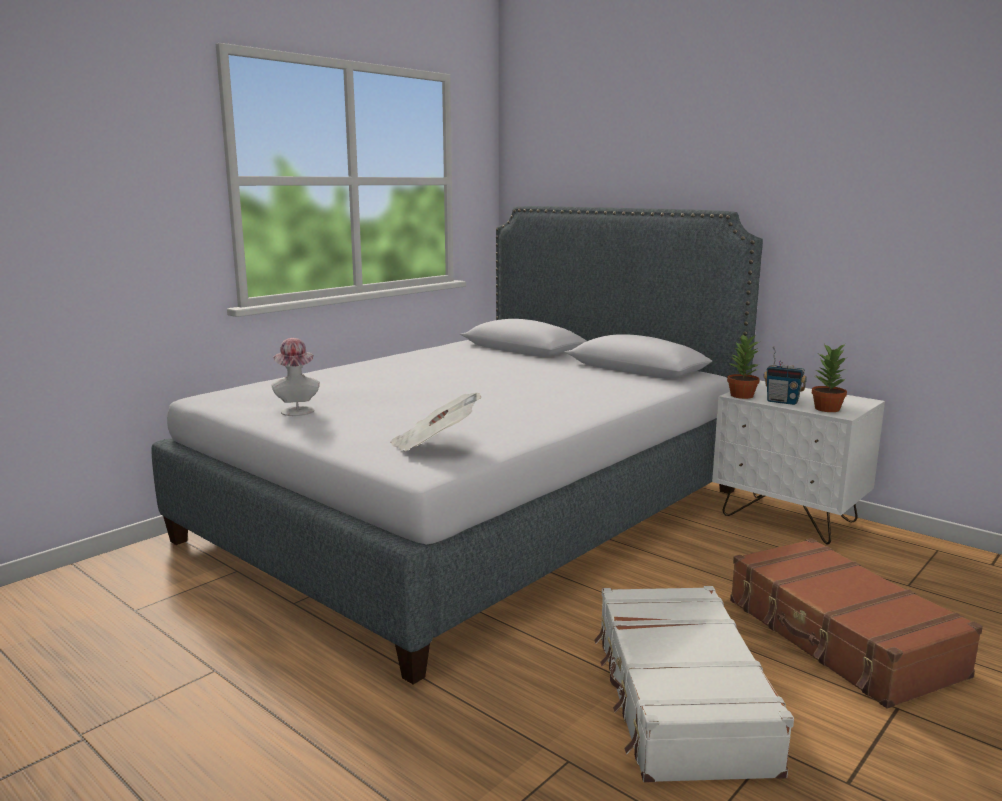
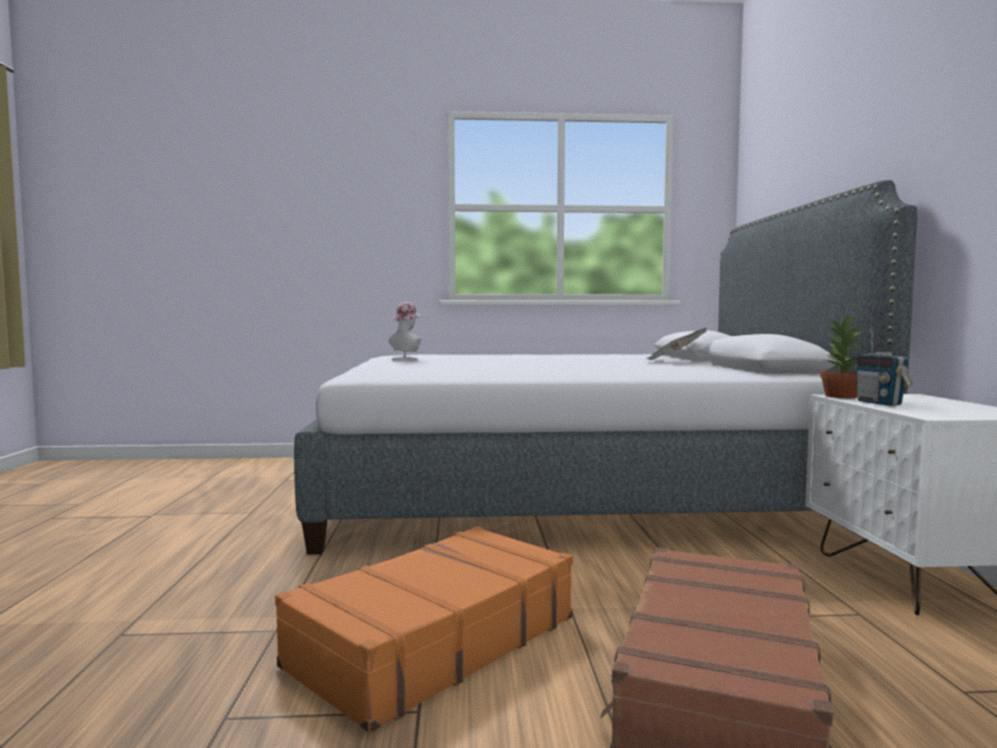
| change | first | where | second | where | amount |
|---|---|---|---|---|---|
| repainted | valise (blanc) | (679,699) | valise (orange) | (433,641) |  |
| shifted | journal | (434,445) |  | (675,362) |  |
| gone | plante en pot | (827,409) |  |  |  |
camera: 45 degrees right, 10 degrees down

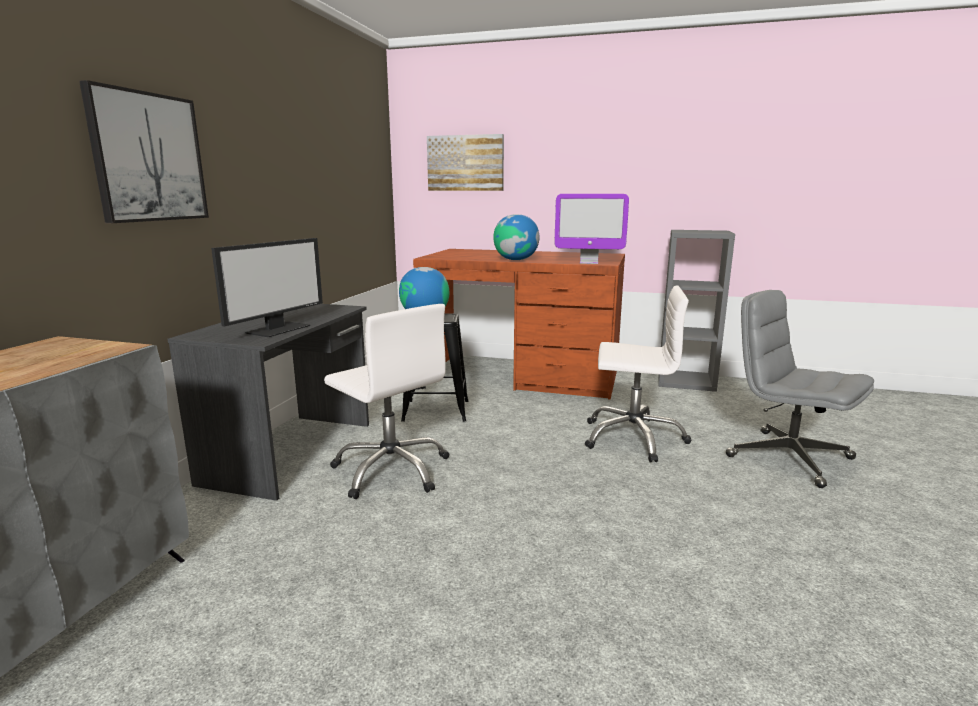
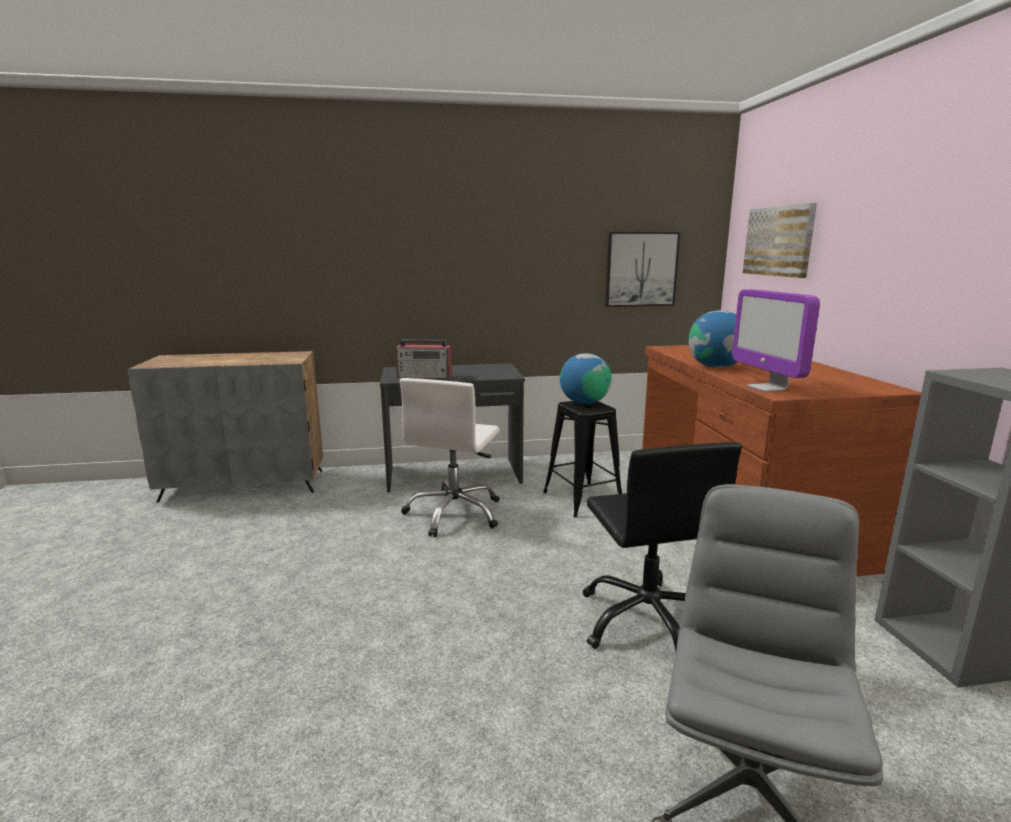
| change | first | where | second | where | amount |
|---|---|---|---|---|---|
| swapped | écran d'ordinateur | (278,329) | radio | (425,377) |  |
| repainted | chaise de bureau (blanc) | (633,438) | chaise de bureau (noir) | (648,622) |  |
| shifted | tableau | (148,157) |  | (641,269) |  |
camera: 65 degrees right, 0 degrees up

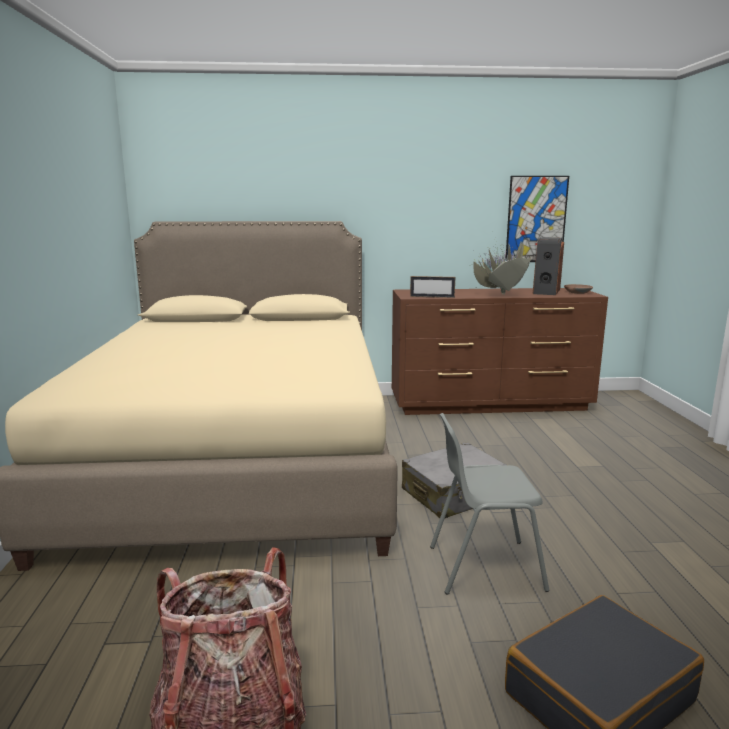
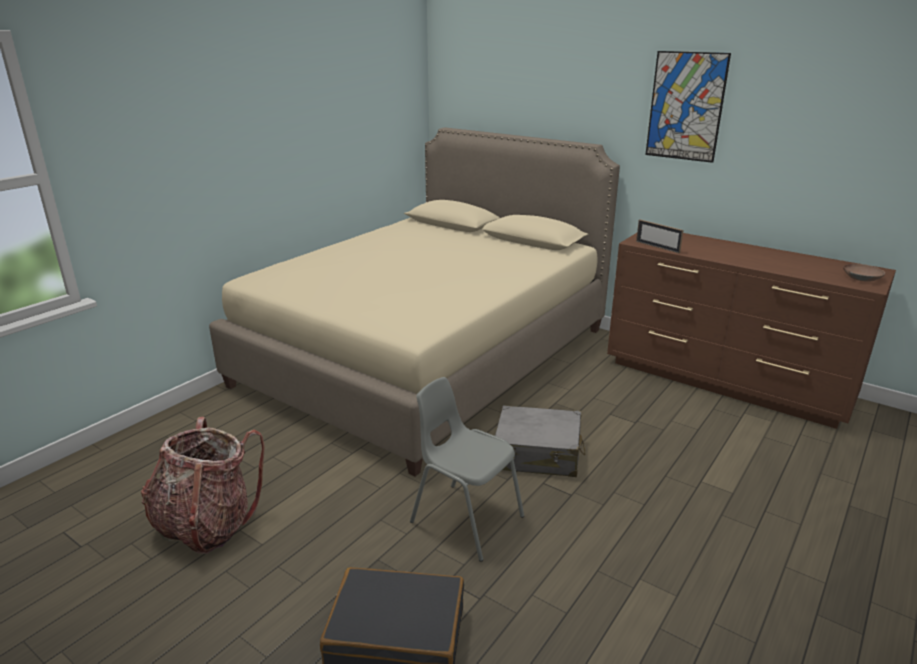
| change | first | where | second | where | amount |
|---|---|---|---|---|---|
| shifted | tableau | (536,219) |  | (686,106) |  |
| gone | plante en pot | (500,295) |  |  |  |
| gone | enceinte | (545,291) |  |  |  |
camera: 40 degrees right, 10 degrees up

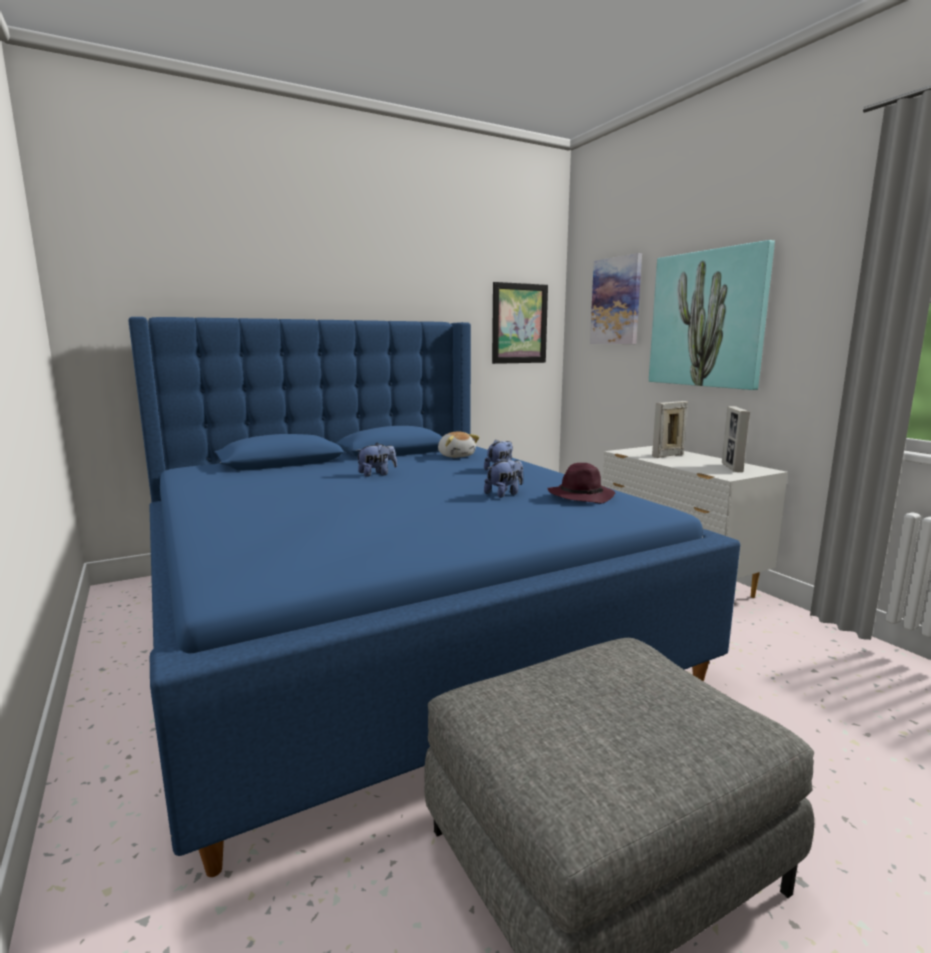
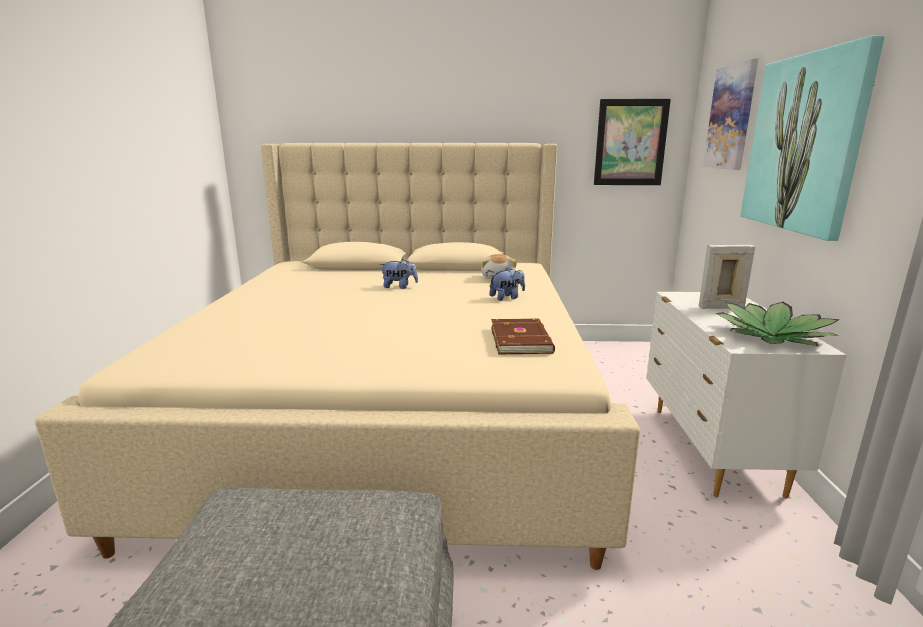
| change | first | where | second | where | amount |
|---|---|---|---|---|---|
| repainted | lit (bleu) | (391,620) | lit (beige) | (395,414) |  |
| swapped | chapeau (violet) | (581,496) | livre (marron) | (522,340) |  |
| swapped | cadre photo | (732,468) | plante en pot | (772,336) |  |
| gone | peluche | (504,494) |  |  |  |
camera: 30 degrees right, 5 degrees up

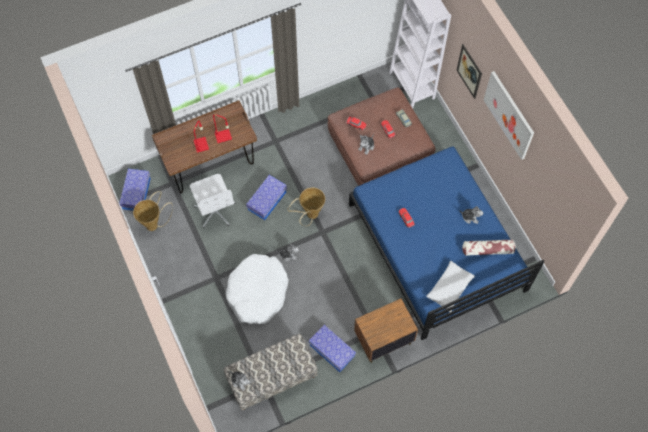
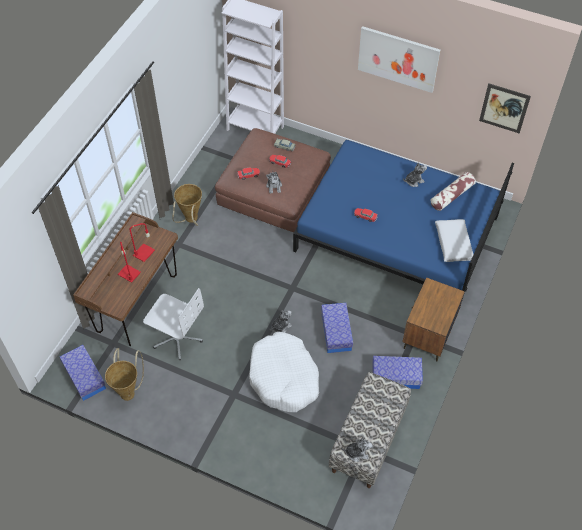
| change | first | where | second | where | amount |
|---|---|---|---|---|---|
| shifted | panier | (310,216) |  | (190,220) |  |
| shifted | boîte de rangement | (267,201) |  | (336,332) |  |
| shifted | tableau | (469,71) |  | (504,108) |  |
camera: 40 degrees left, 10 degrees down

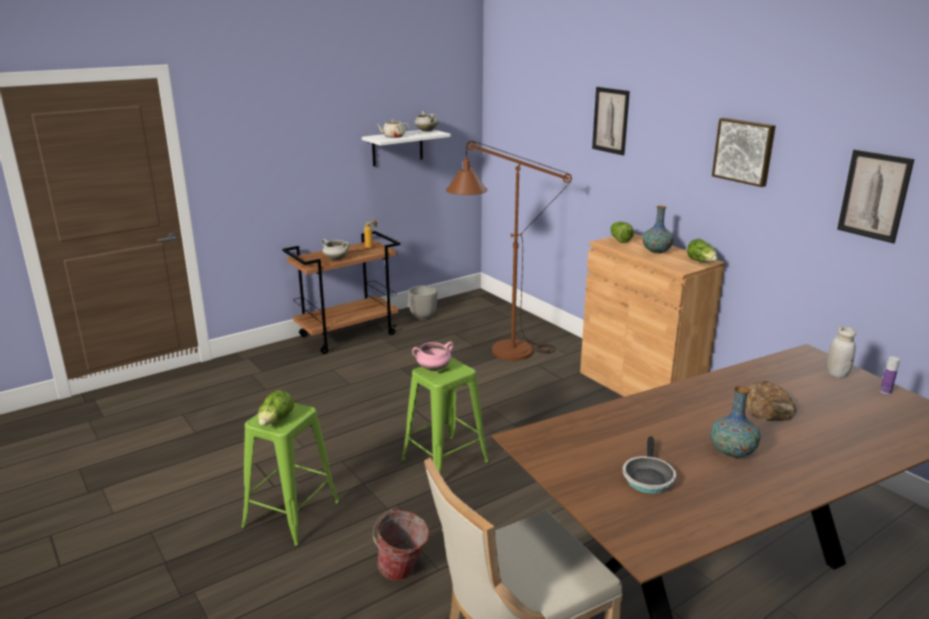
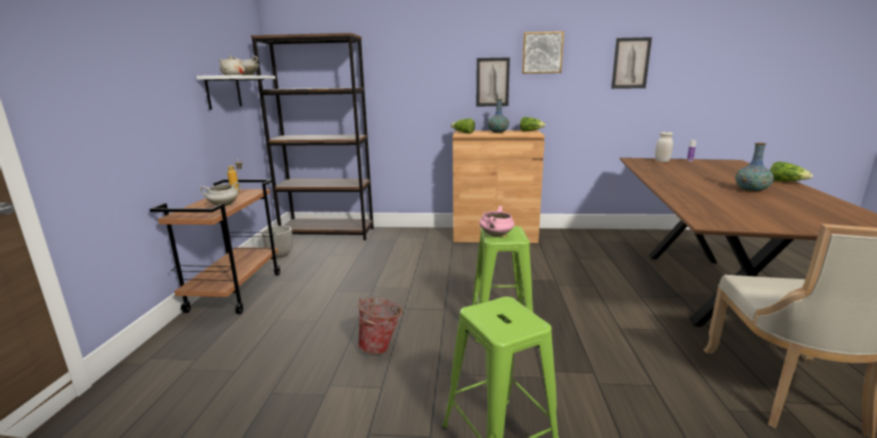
| change | first | where | second | where | amount |
|---|---|---|---|---|---|
| new |  |  | bibliothèque (marron) | (328,233) |  |
| shifted | seau | (402,574) |  | (381,348) |  |
| shifted | tableau | (610,120) |  | (492,82) |  |
| shifted | laitue | (276,420) |  | (786,182) |  |
| gone | lampadaire (marron) | (500,352) |  |  |  |
| gone | poêle | (647,477) |  |  |  |
| gone | pain | (768,408) |  |  |  |
camera: 50 degrees left, 5 degrees down

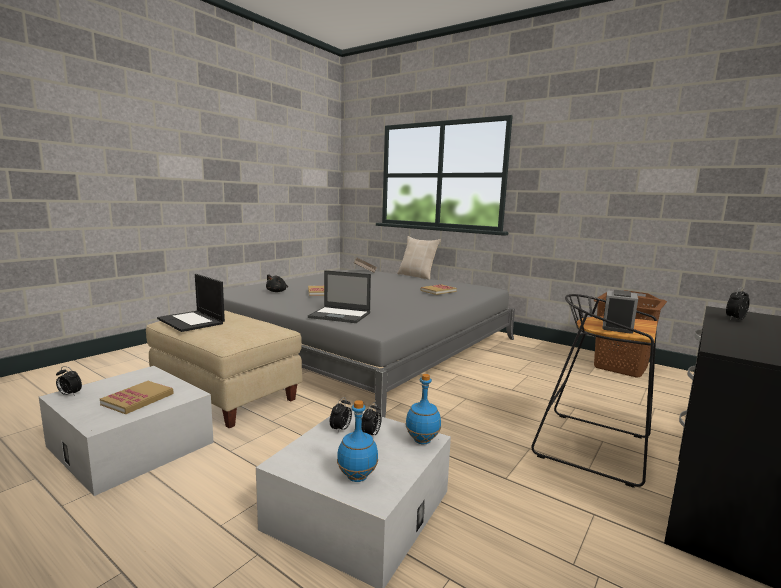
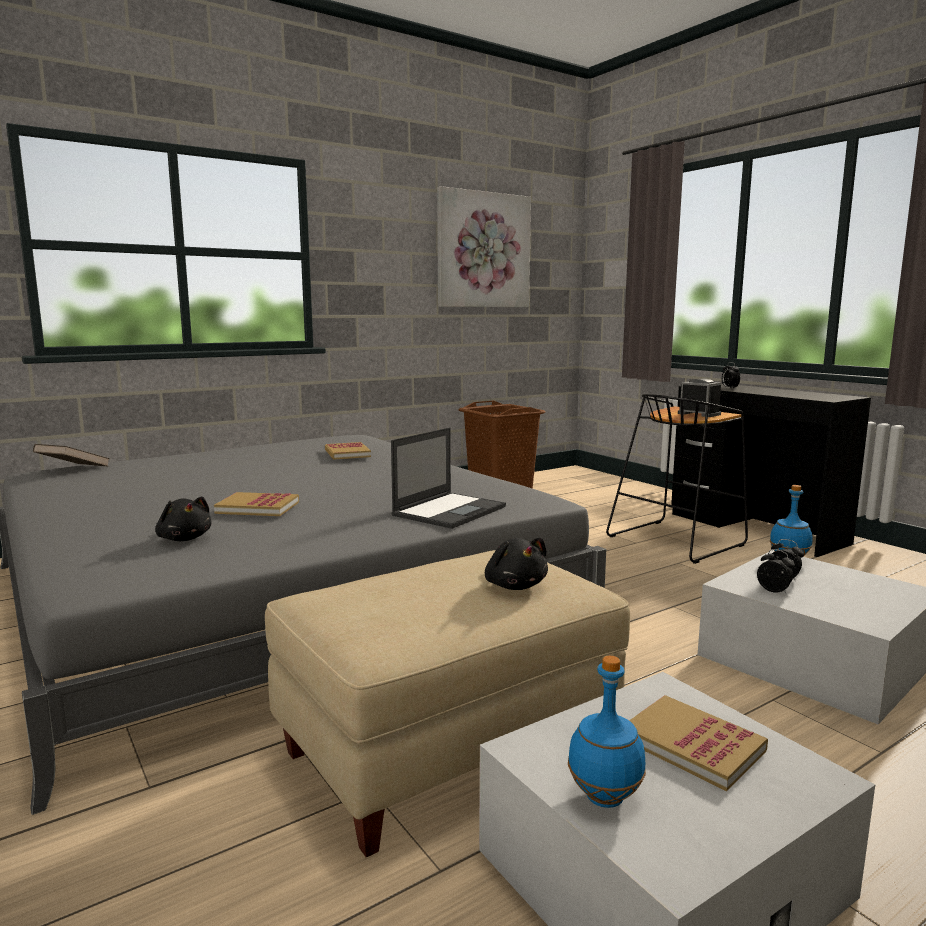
| change | first | where | second | where | amount |
|---|---|---|---|---|---|
| new |  |  | tableau | (483,250) |  |
| new |  |  | peluche (noir) | (514,585) |  |
| shifted | bouteille (bleu) | (356,477) |  | (605,798) |  |
| gone | réveil | (69,394) |  |  |  |
| gone | ordinateur portable | (192,321) |  |  |  |
| gone | coussin (beige) | (417,276) |  |  |  |
camera: 70 degrees left, 0 degrees up

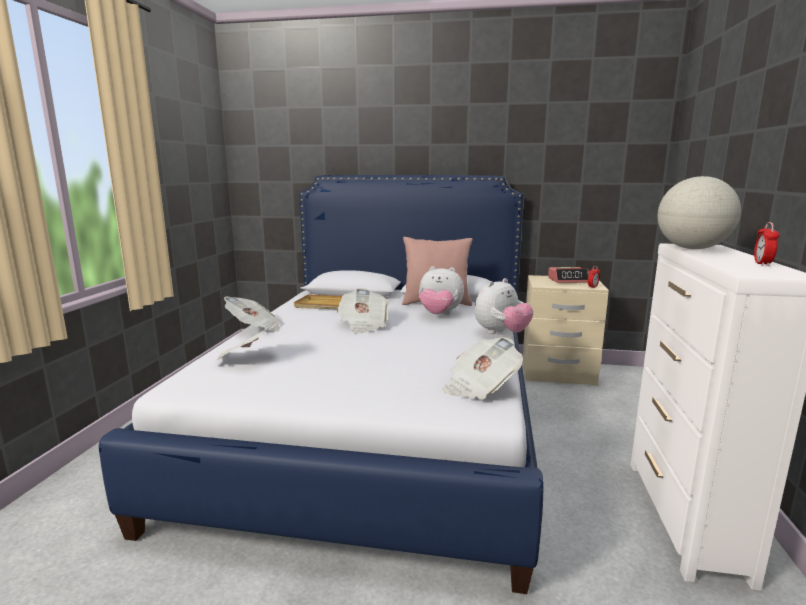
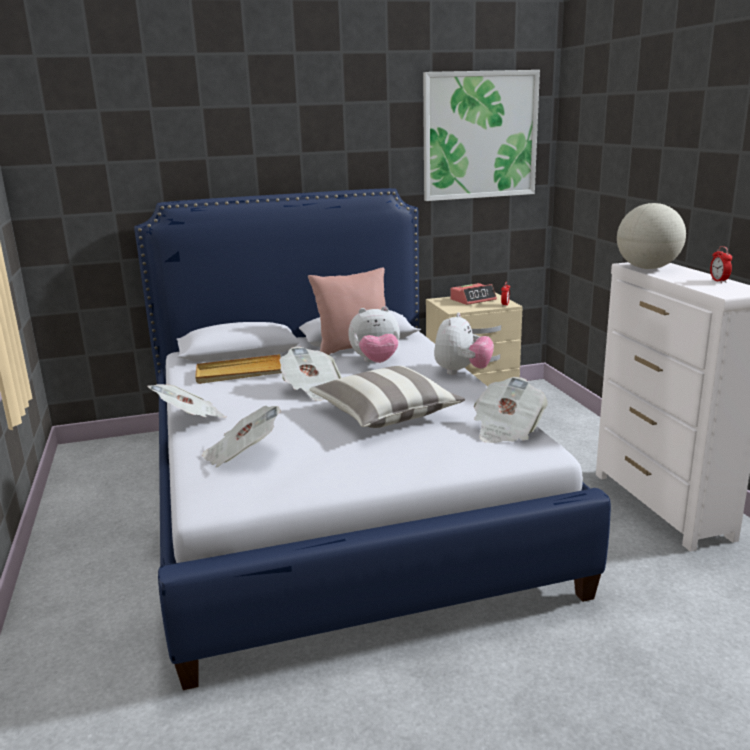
| change | first | where | second | where | amount |
|---|---|---|---|---|---|
| new |  |  | coussin | (385,414) |  |
| new |  |  | tableau | (480,135) |  |
camera: 25 degrees left, 5 degrees up

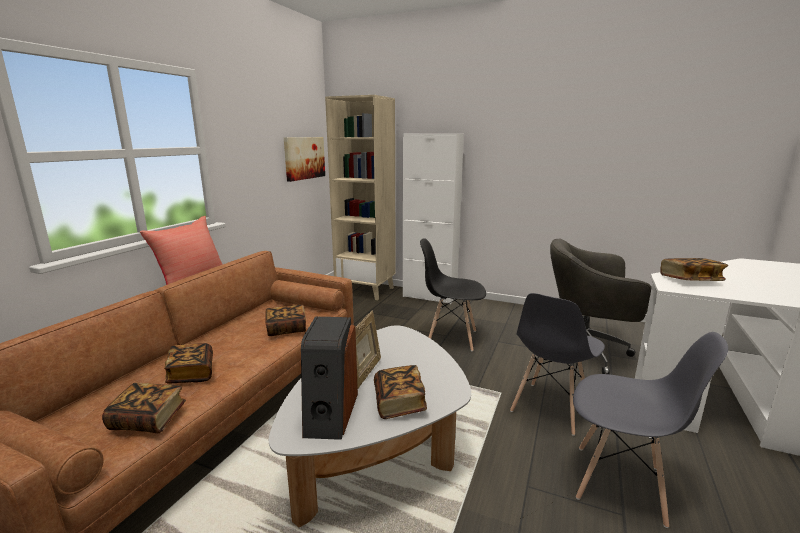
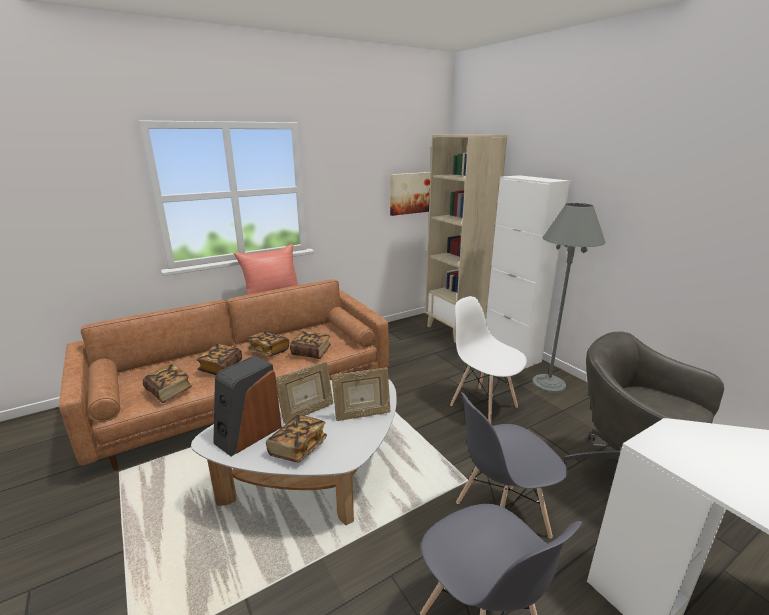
| change | first | where | second | where | amount |
|---|---|---|---|---|---|
| shifted | livre | (690,280) |  | (269,351) |  |
| new |  |  | cadre photo | (362,415) |  |
| repainted | chaise (noir) | (451,338) | chaise (blanc) | (483,405) |  |
| new |  |  | lampadaire (gris) | (548,384) |  |
camera: 35 degrees right, 5 degrees up

